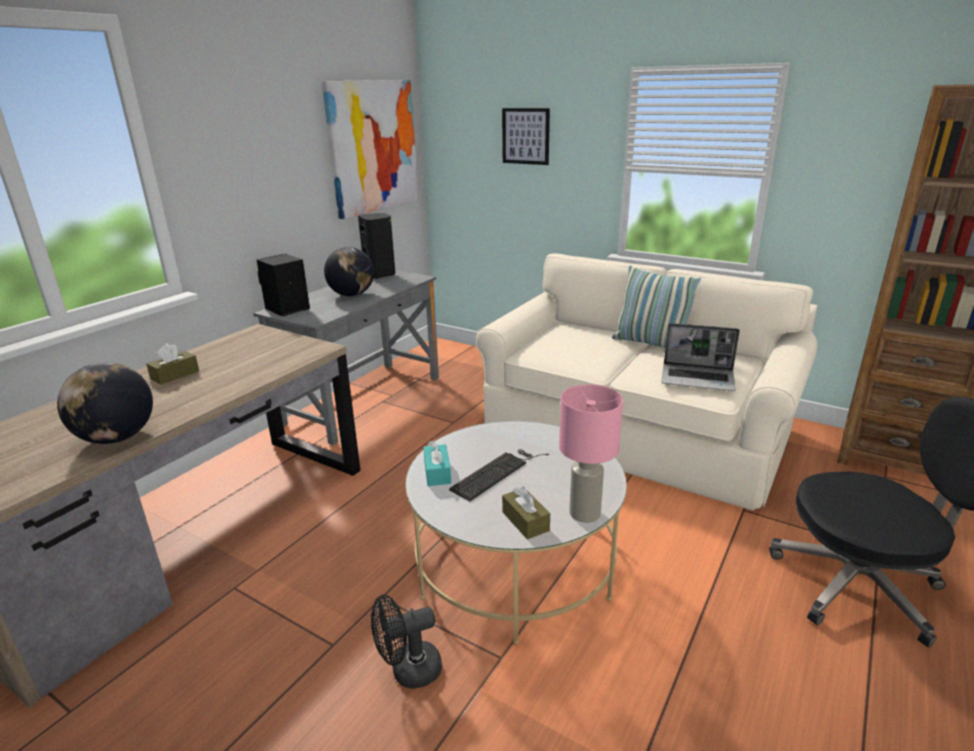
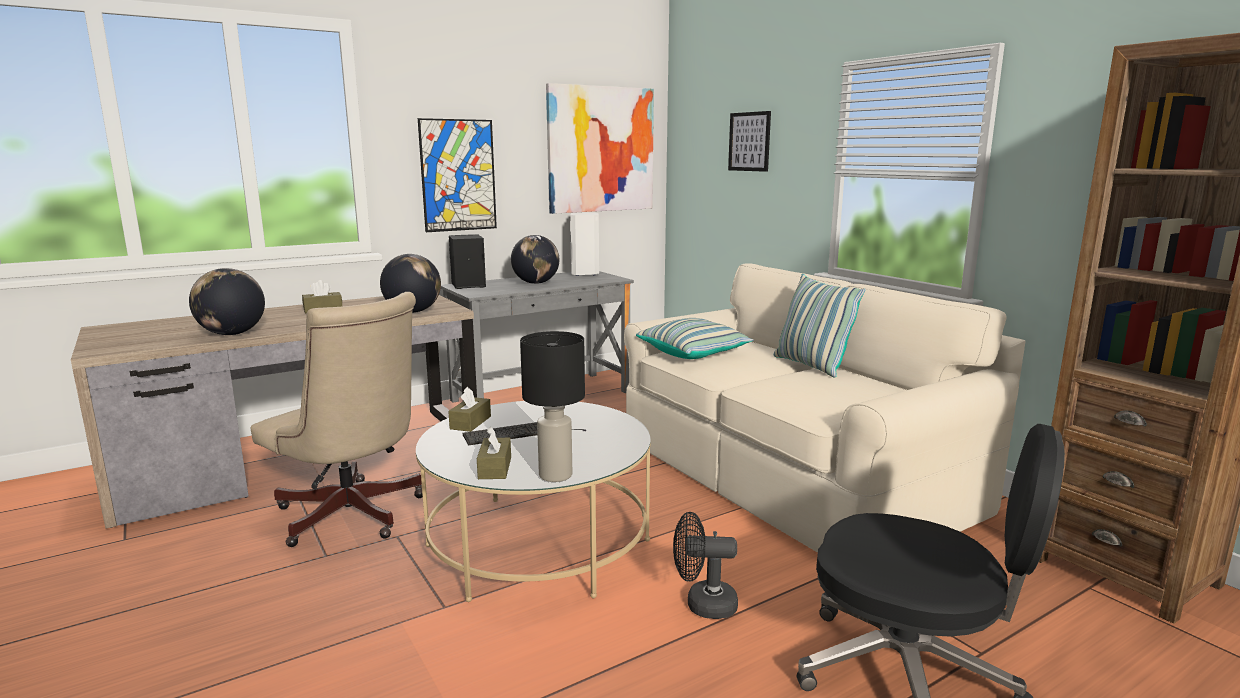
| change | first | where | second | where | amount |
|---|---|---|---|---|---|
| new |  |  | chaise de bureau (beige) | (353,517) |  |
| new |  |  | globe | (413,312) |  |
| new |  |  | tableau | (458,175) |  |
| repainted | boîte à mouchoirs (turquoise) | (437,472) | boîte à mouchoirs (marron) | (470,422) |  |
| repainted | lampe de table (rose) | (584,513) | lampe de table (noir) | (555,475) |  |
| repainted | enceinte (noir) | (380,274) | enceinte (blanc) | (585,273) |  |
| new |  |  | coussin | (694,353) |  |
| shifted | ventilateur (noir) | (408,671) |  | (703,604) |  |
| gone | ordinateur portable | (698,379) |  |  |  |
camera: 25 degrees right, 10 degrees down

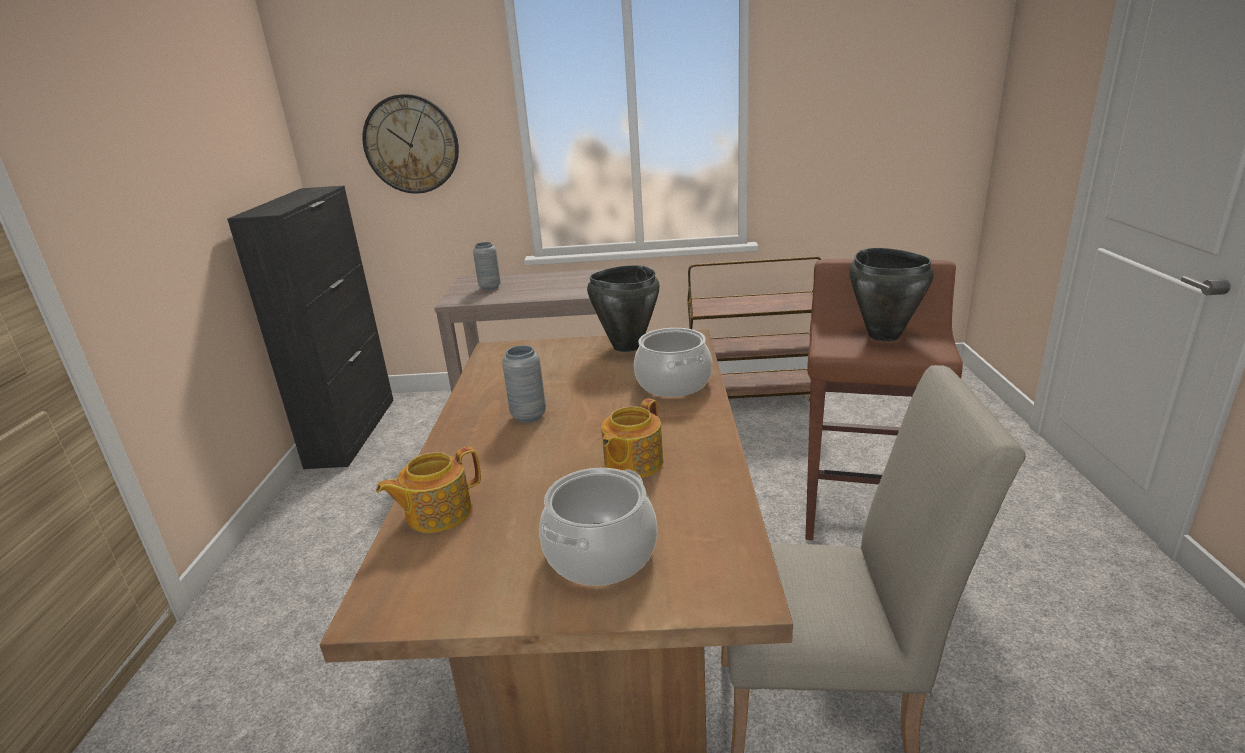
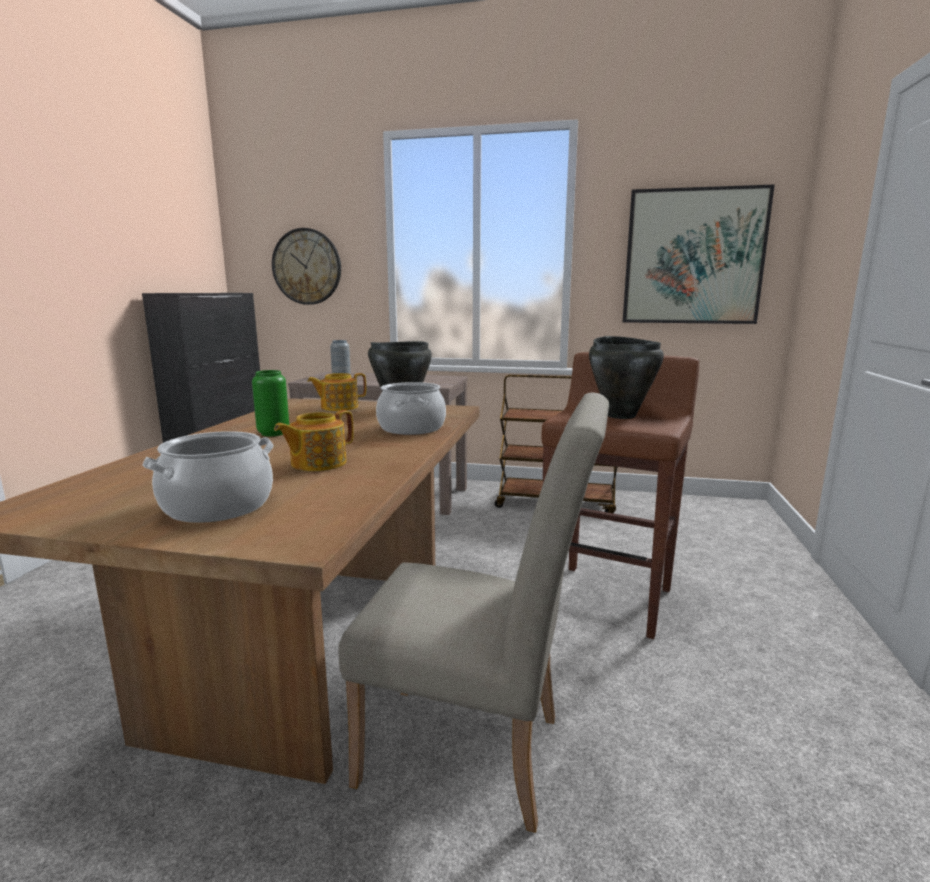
| change | first | where | second | where | amount |
|---|---|---|---|---|---|
| repainted | vase (gris) | (528,416) | vase (vert) | (273,433) |  |
| shifted | théière | (437,513) |  | (338,407) |  |
| new |  |  | tableau | (693,257) |  |
camera: 10 degrees right, 10 degrees down

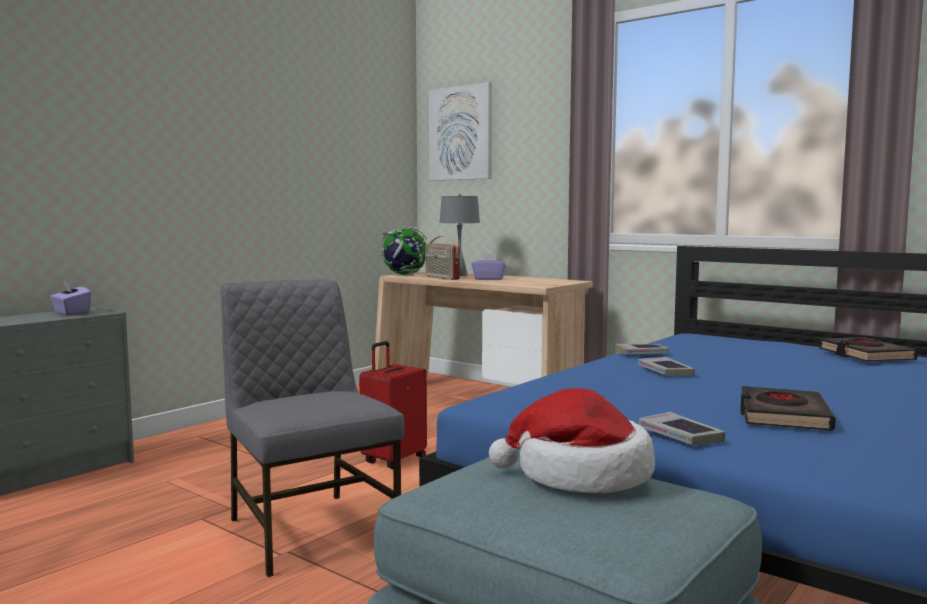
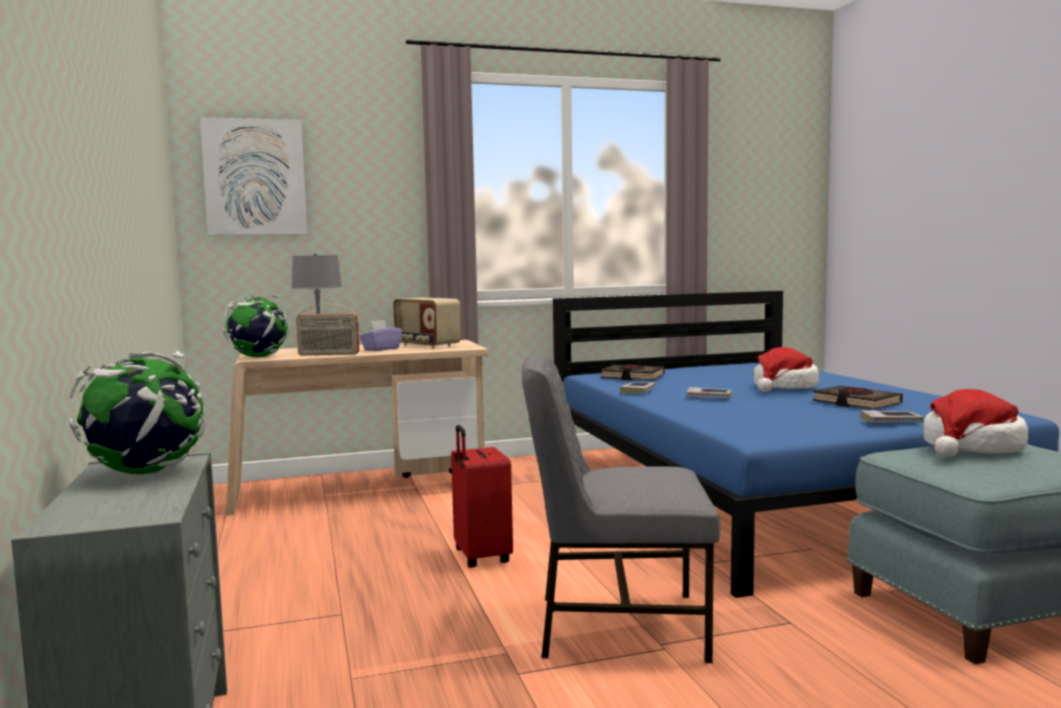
| change | first | where | second | where | amount |
|---|---|---|---|---|---|
| swapped | boîte à mouchoirs (violet) | (71,313) | globe | (145,473) |  |
| new |  |  | radio | (426,345) |  |
| shifted | livre (noir) | (865,355) |  | (632,377) |  |
| new |  |  | chapeau | (784,387) |  |
camera: 55 degrees left, 0 degrees up

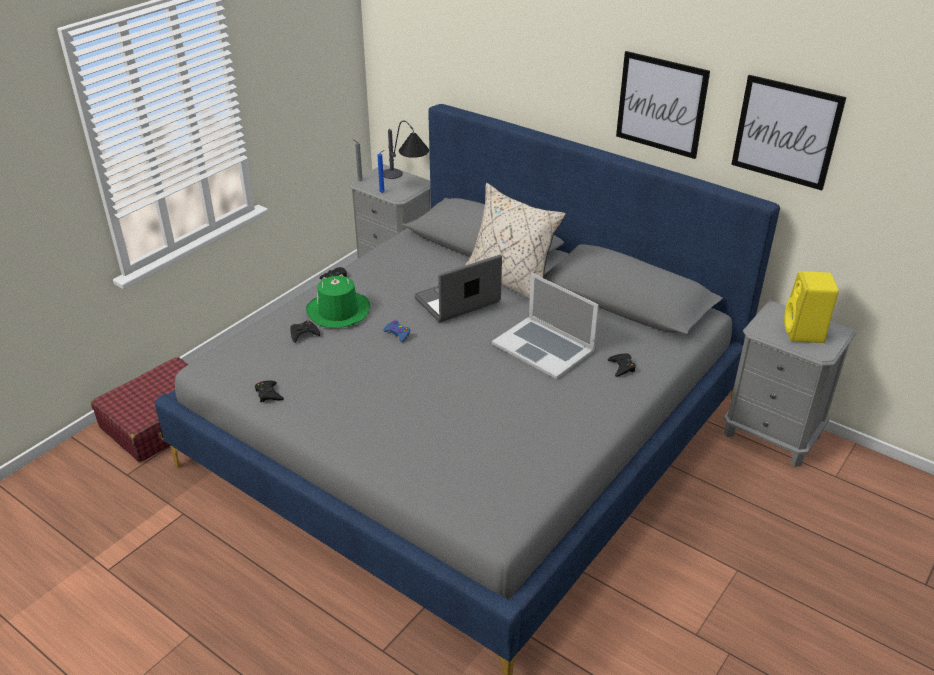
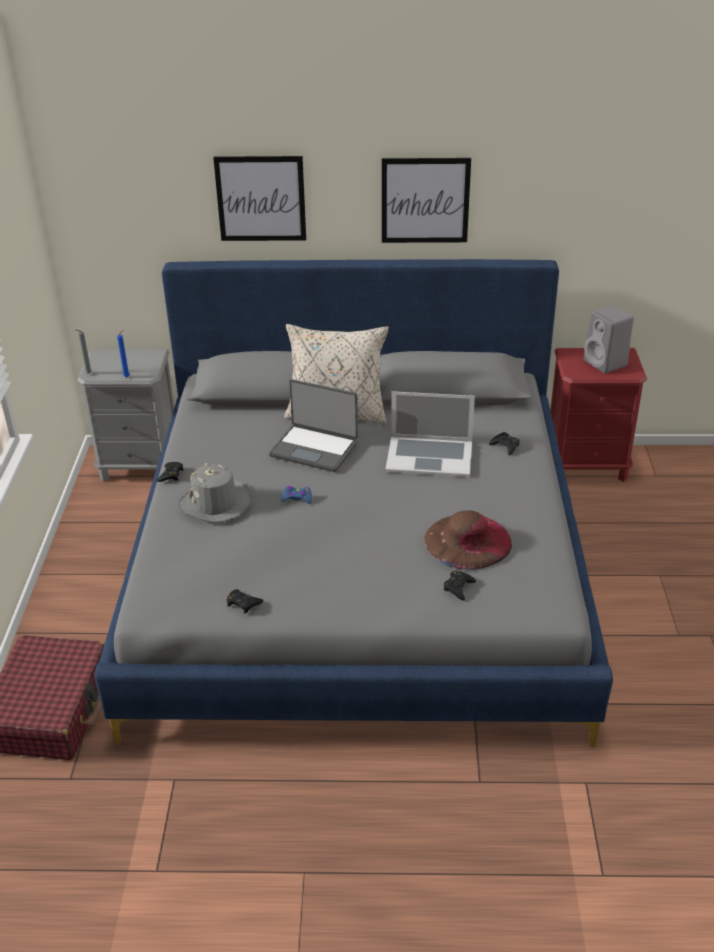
| change | first | where | second | where | amount |
|---|---|---|---|---|---|
| repainted | chapeau (vert) | (338,311) | chapeau (gris) | (215,503) |  |
| shifted | tableau | (786,132) |  | (261,198) |  |
| rotated | ordinateur portable | (458,301) |  | (314,448) | 90 degrees counterclockwise |
| new |  |  | chapeau (marron) | (467,541) |  |
| shifted | manette (noir) | (304,334) |  | (458,587) |  |
| repainted | table de chevet (gris) | (772,435) | table de chevet (rouge) | (587,465) |  |
| repainted | enceinte (jaune) | (804,333) | enceinte (gris) | (606,363) |  |
| gone | lampe de table | (406,181) |  |  |  |
camera: 35 degrees left, 0 degrees up

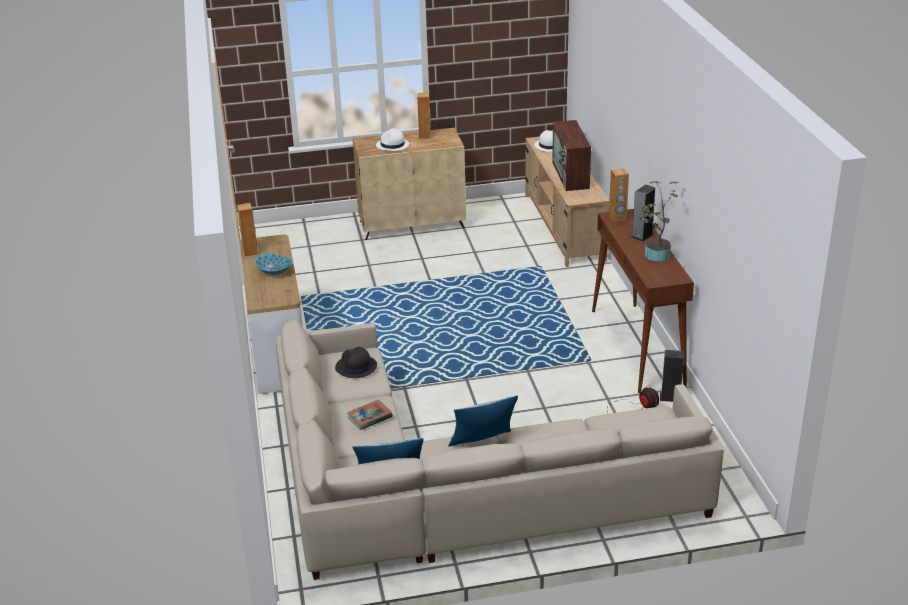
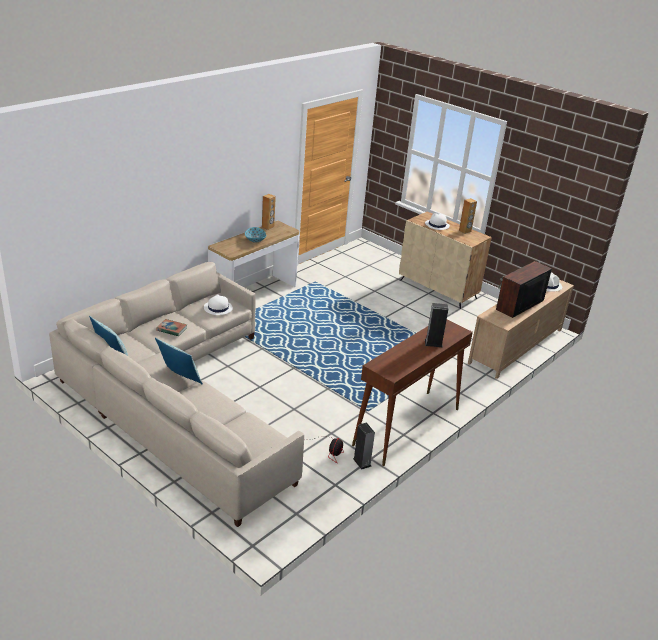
| change | first | where | second | where | amount |
|---|---|---|---|---|---|
| repainted | chapeau (noir) | (356,367) | chapeau (blanc) | (218,308) |  |
| gone | enceinte (marron) | (617,218) |  |  |  |
| gone | plante en pot | (655,256) |  |  |  |
camera: 50 degrees right, 0 degrees up

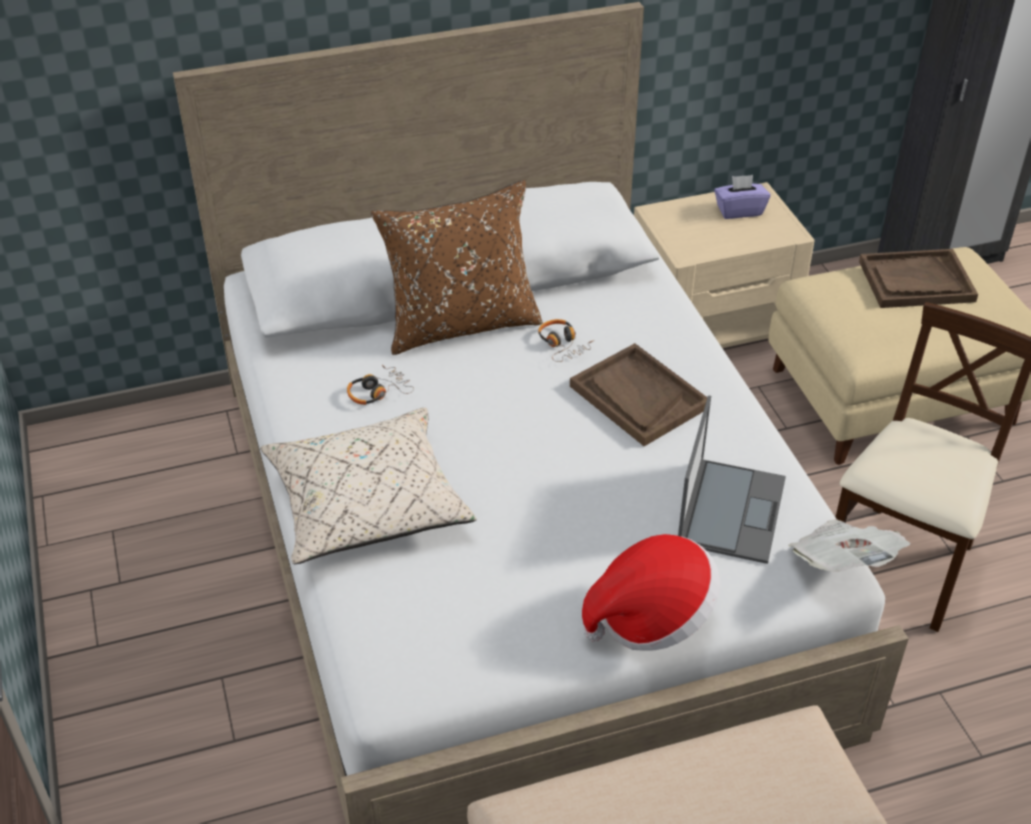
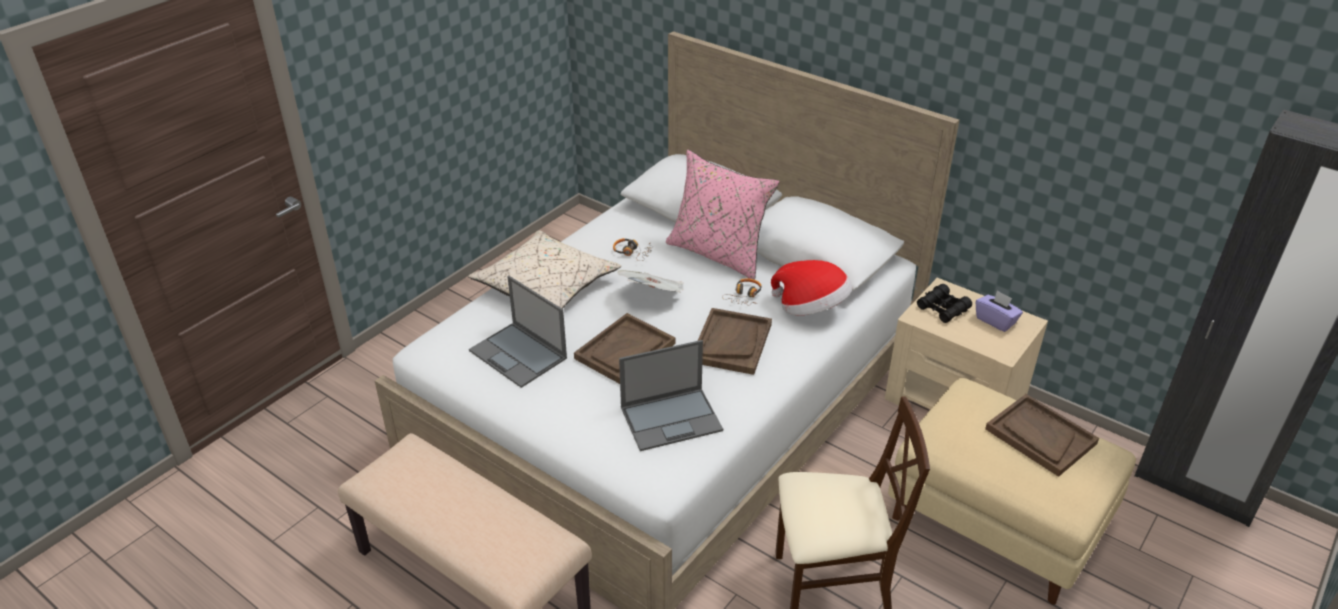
| change | first | where | second | where | amount |
|---|---|---|---|---|---|
| new |  |  | ordinateur portable | (519,355) |  |
| new |  |  | plateau (marron) | (625,351) |  |
| shifted | journal | (842,564) |  | (654,295) |  |
| repainted | coussin (marron) | (460,324) | coussin (rose) | (718,254) |  |
| shifted | chapeau | (651,616) |  | (811,308) |  |
| new |  |  | jumelles (noir) | (943,309) |  |
camera: 55 degrees right, 5 degrees down

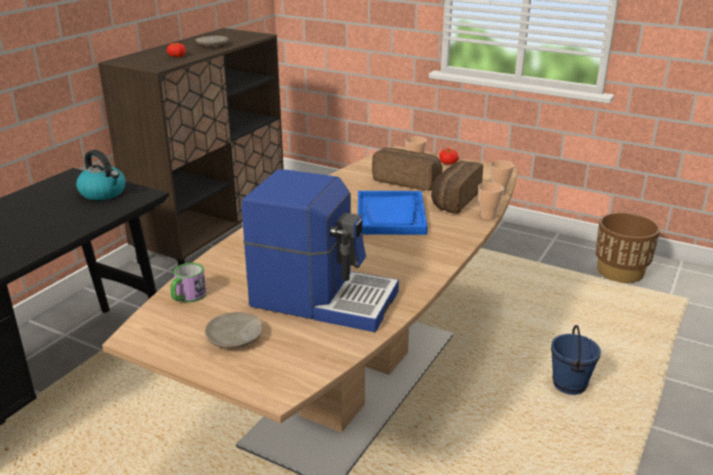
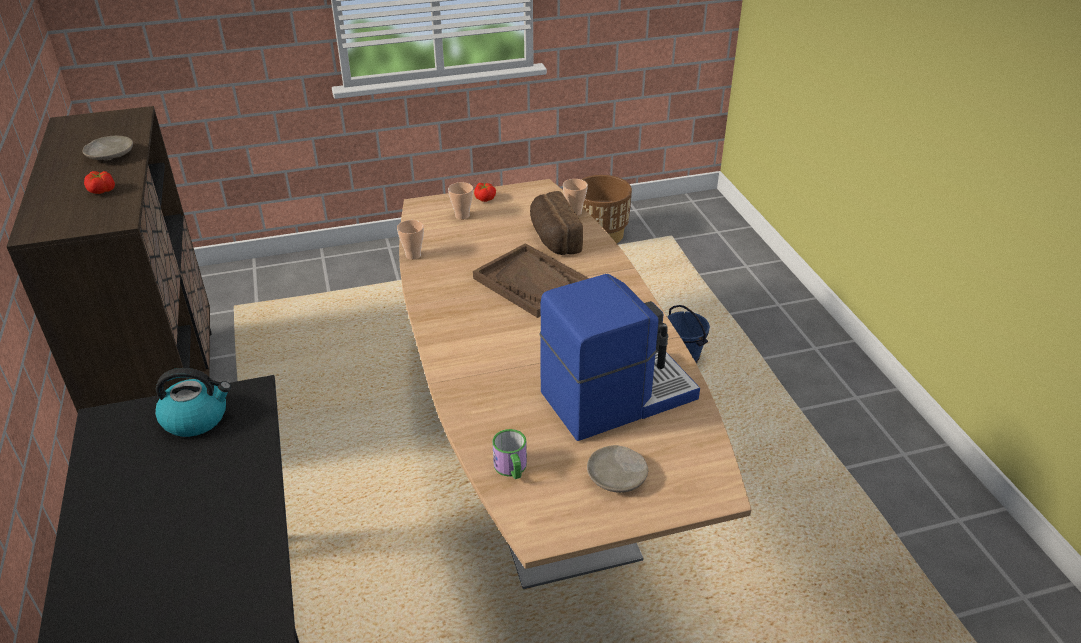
| change | first | where | second | where | amount |
|---|---|---|---|---|---|
| shifted | tasse | (488,216) |  | (413,255) |  |
| repainted | plateau (bleu) | (391,215) | plateau (marron) | (531,282) |  |
| gone | pain | (407,181) |  |  |  |
camera: 45 degrees left, 10 degrees up

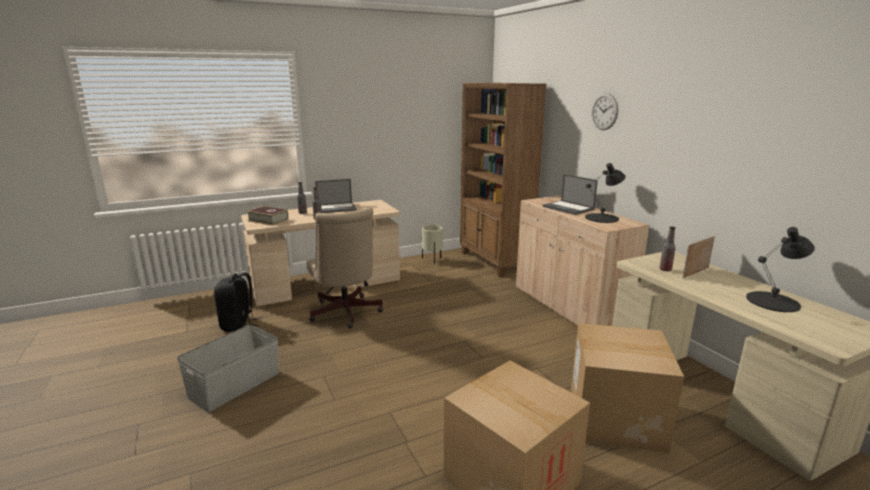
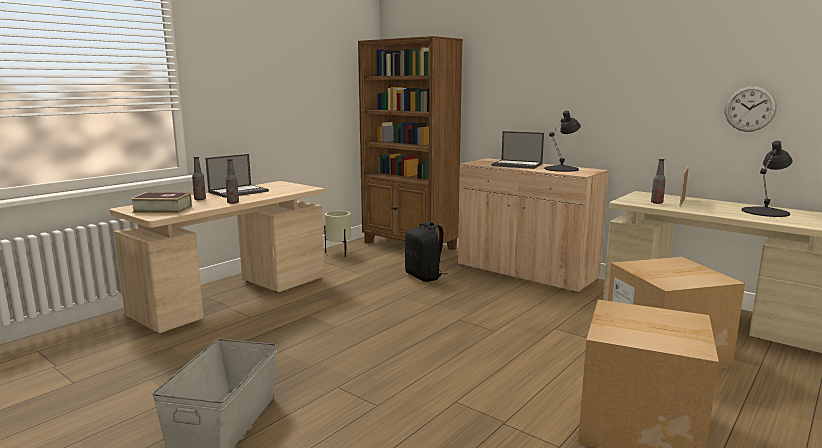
| change | first | where | second | where | amount |
|---|---|---|---|---|---|
| shifted | sac à dos (noir) | (238,324) |  | (424,276) |  |
| shifted | horloge murale | (604,111) |  | (750,108) |  |
| gone | chaise de bureau (beige) | (345,314) |  |  |  |
camera: 25 degrees left, 5 degrees down

